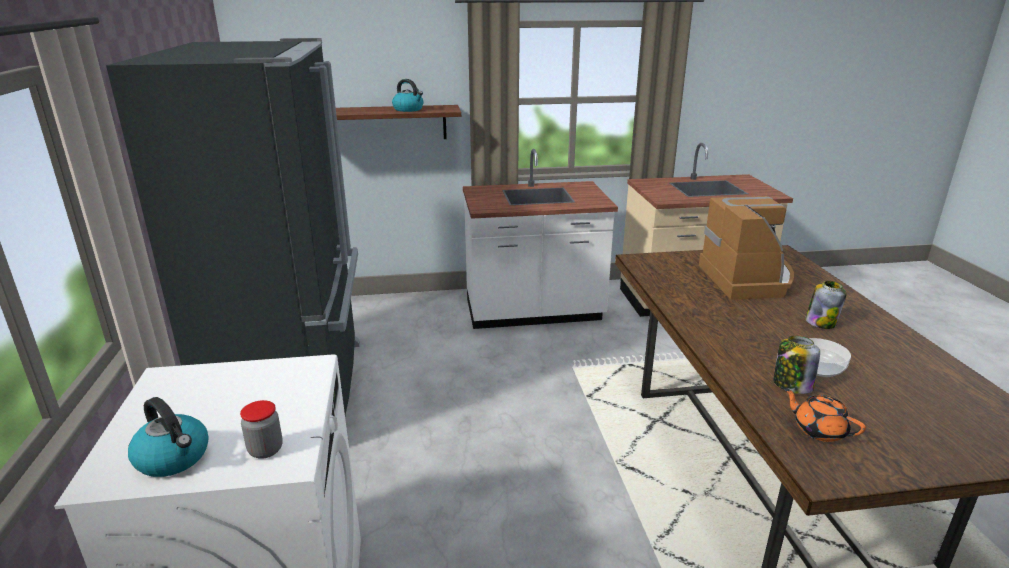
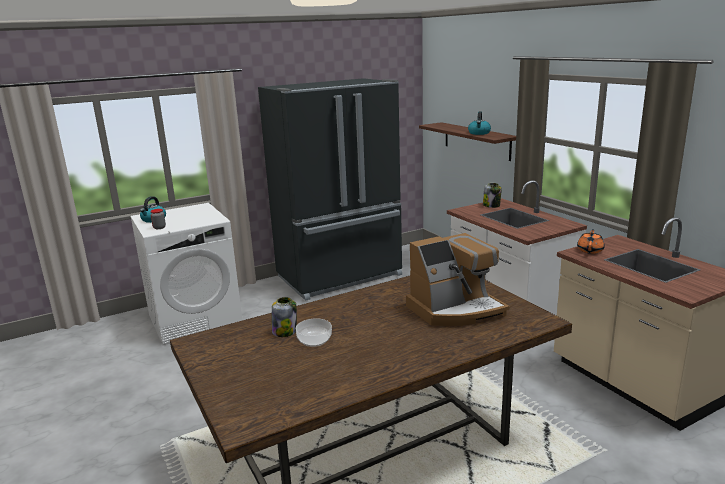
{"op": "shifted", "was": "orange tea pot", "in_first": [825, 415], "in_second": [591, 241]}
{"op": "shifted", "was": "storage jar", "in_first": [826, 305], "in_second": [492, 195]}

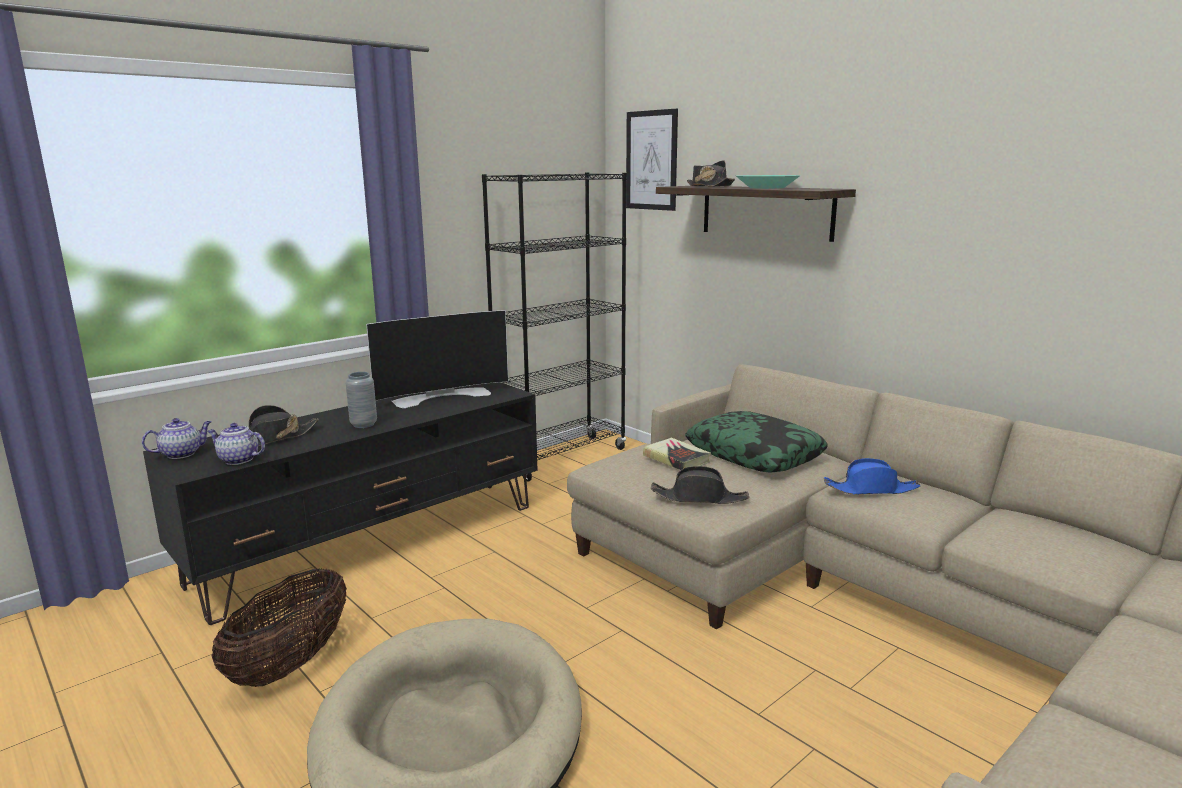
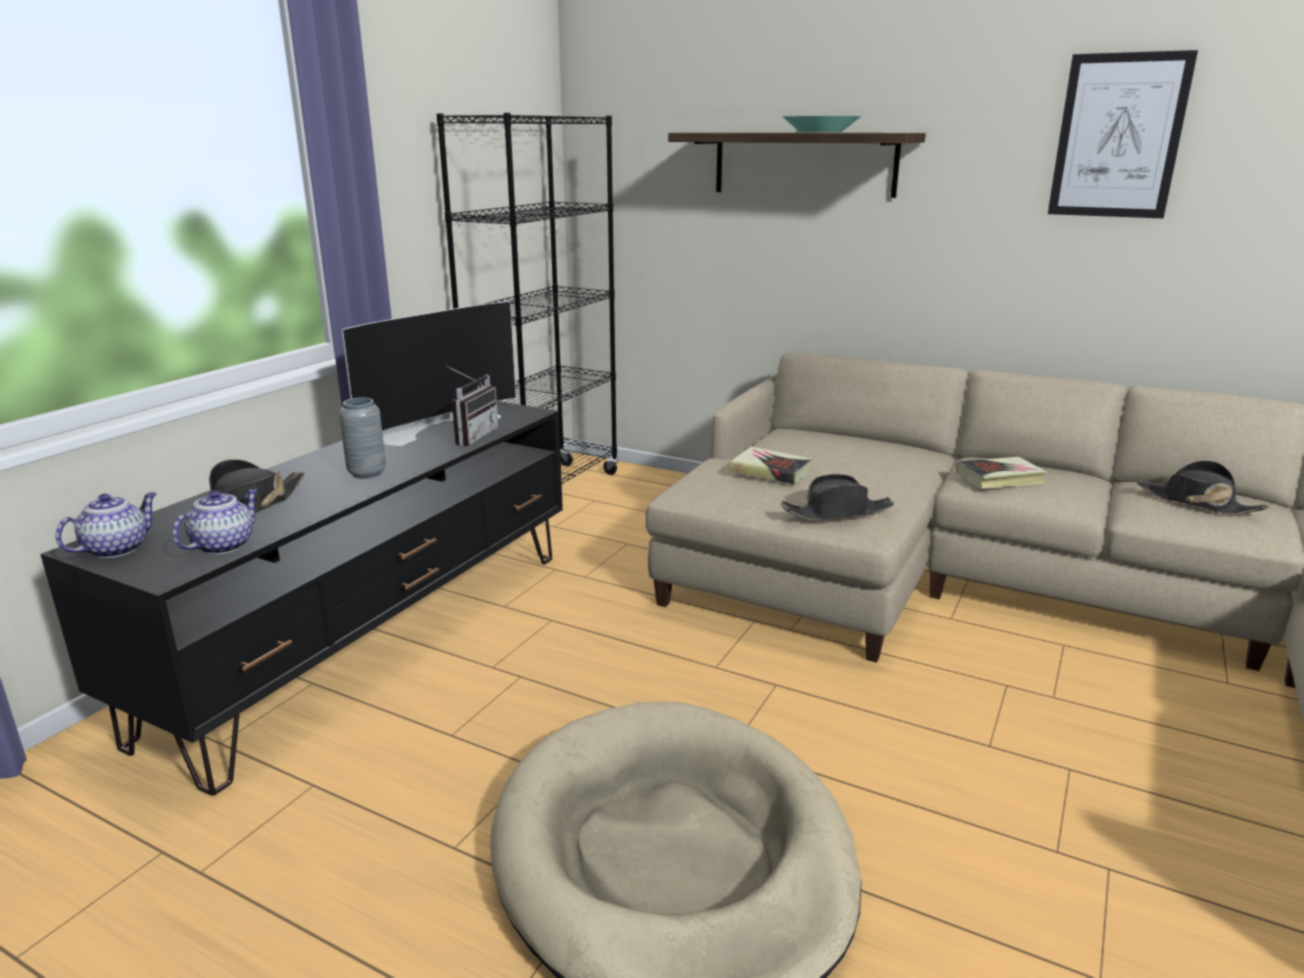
{"op": "rotated", "was": "tea pot", "in_first": [236, 444], "in_second": [215, 521], "clockwise": 120}
{"op": "gone", "was": "basket", "in_first": [279, 627]}
{"op": "shifted", "was": "picture", "in_first": [652, 160], "in_second": [1123, 134]}
{"op": "gone", "was": "pillow", "in_first": [756, 442]}
{"op": "shifted", "was": "blackish wearable hat", "in_first": [711, 173], "in_second": [1203, 487]}
{"op": "swapped", "was": "bluish wearable hat", "now": "book", "in_first": [872, 476], "in_second": [1001, 473]}
{"op": "new", "now": "radio receiver", "in_second": [472, 406]}

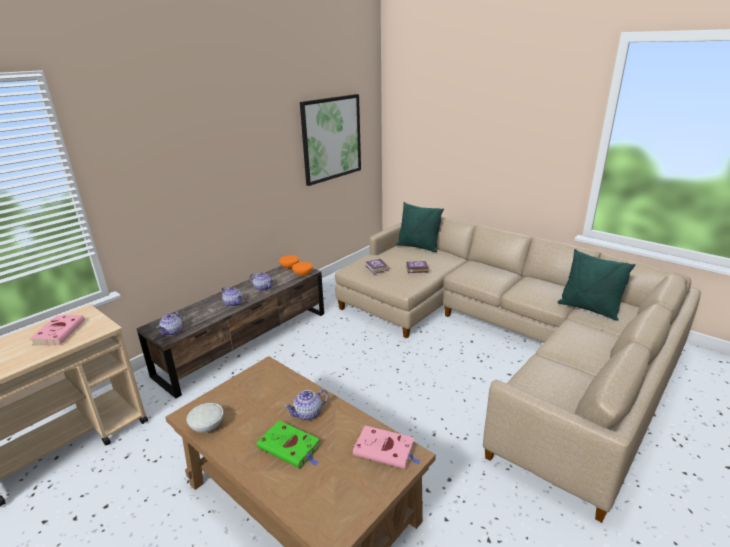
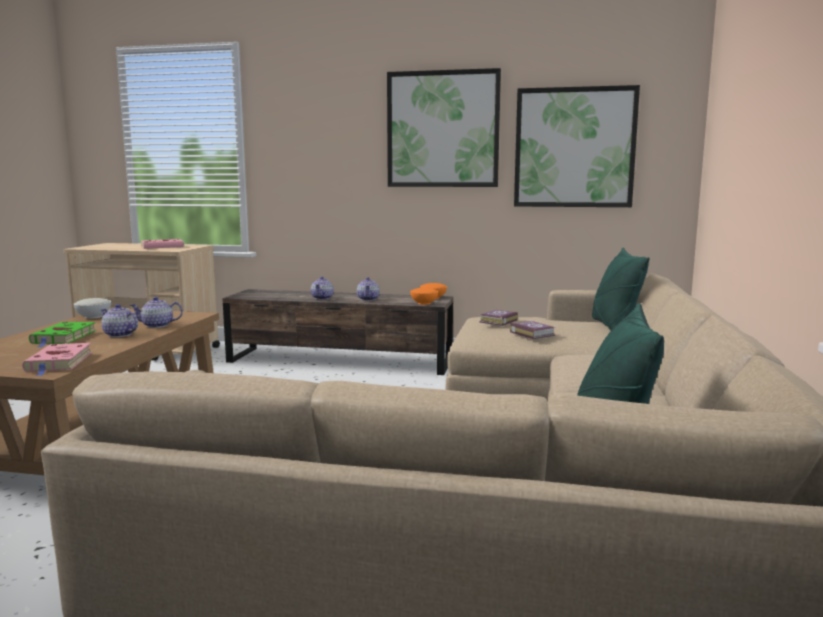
{"op": "shifted", "was": "tea pot", "in_first": [169, 323], "in_second": [156, 312]}
{"op": "new", "now": "picture", "in_second": [444, 127]}

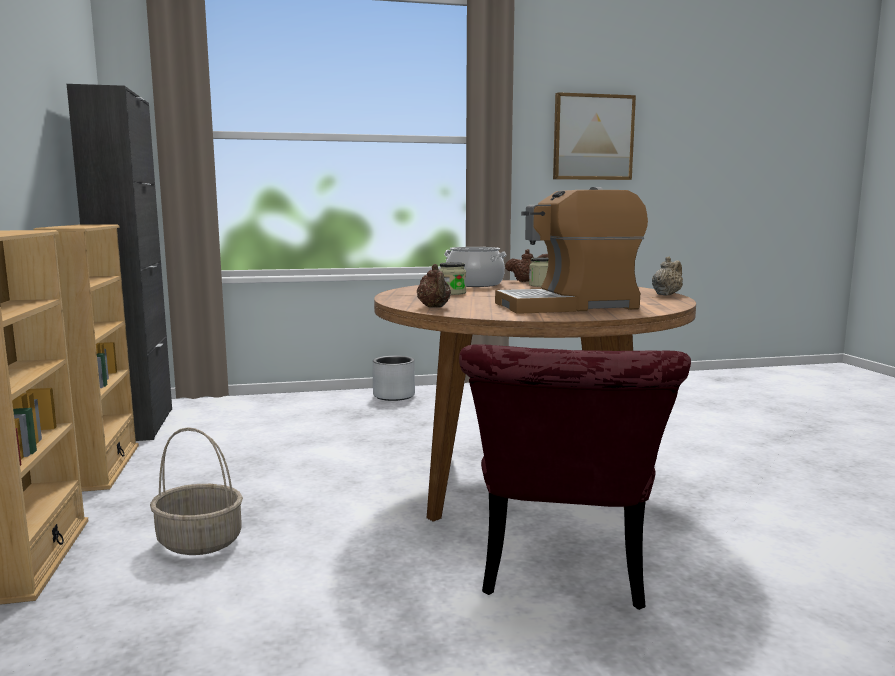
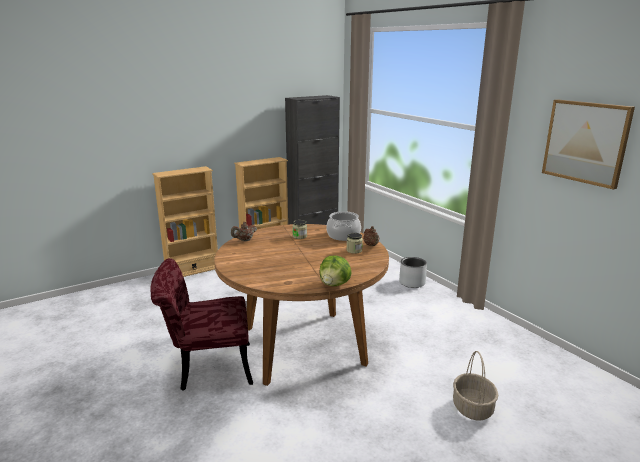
{"op": "shifted", "was": "basket", "in_first": [196, 491], "in_second": [475, 386]}
{"op": "gone", "was": "coffee brewer", "in_first": [571, 250]}
{"op": "swapped", "was": "beige-coloured tea pot", "now": "lettuce head", "in_first": [667, 276], "in_second": [335, 271]}

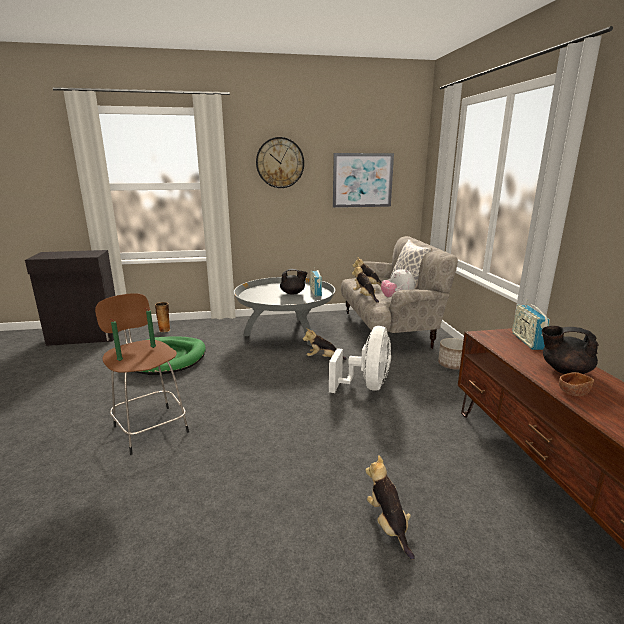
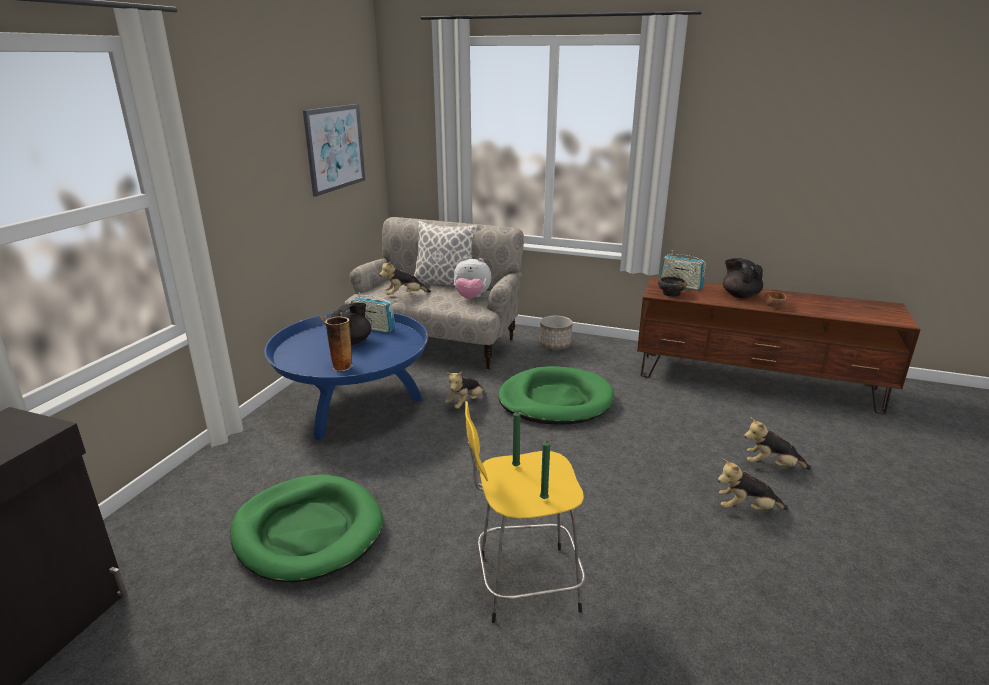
{"op": "repainted", "was": "brownish stool seat", "now": "yellow stool seat", "in_first": [142, 374], "in_second": [525, 512]}
{"op": "shifted", "was": "vase", "in_first": [162, 317], "in_second": [339, 343]}
{"op": "repainted", "was": "grey lounge table", "now": "bluish lounge table", "in_first": [284, 311], "in_second": [346, 375]}
{"op": "gone", "was": "hanging clock", "in_first": [280, 162]}
{"op": "swapped", "was": "white electric fan", "now": "green dog bed", "in_first": [360, 359], "in_second": [556, 395]}
{"op": "shifted", "was": "plush toy", "in_first": [365, 283], "in_second": [753, 484]}
{"op": "rotated", "was": "blackish tea pot", "in_first": [570, 350], "in_second": [743, 278], "clockwise": 105}
{"op": "new", "now": "deep dish", "in_second": [672, 286]}

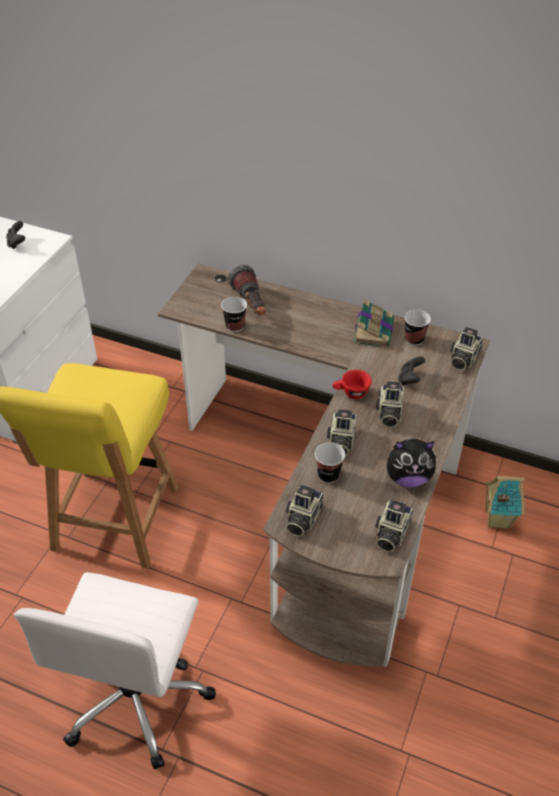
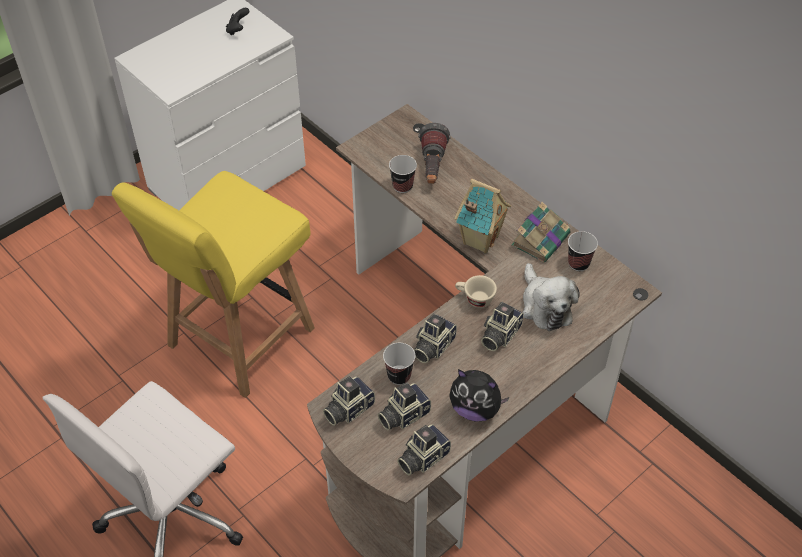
{"op": "repainted", "was": "red small cup", "now": "beige-coloured small cup", "in_first": [351, 384], "in_second": [476, 291]}
{"op": "swapped", "was": "blackish joypad", "now": "plush toy", "in_first": [411, 371], "in_second": [551, 297]}
{"op": "shifted", "was": "still camera", "in_first": [466, 349], "in_second": [404, 406]}
{"op": "shifted", "was": "model house", "in_first": [505, 502], "in_second": [482, 216]}

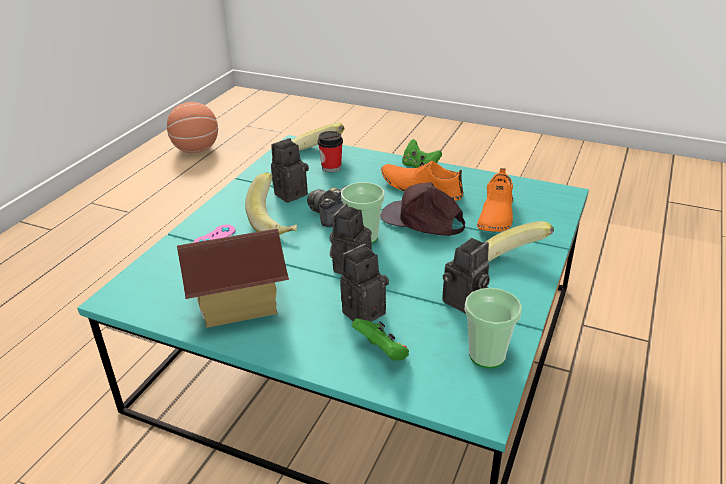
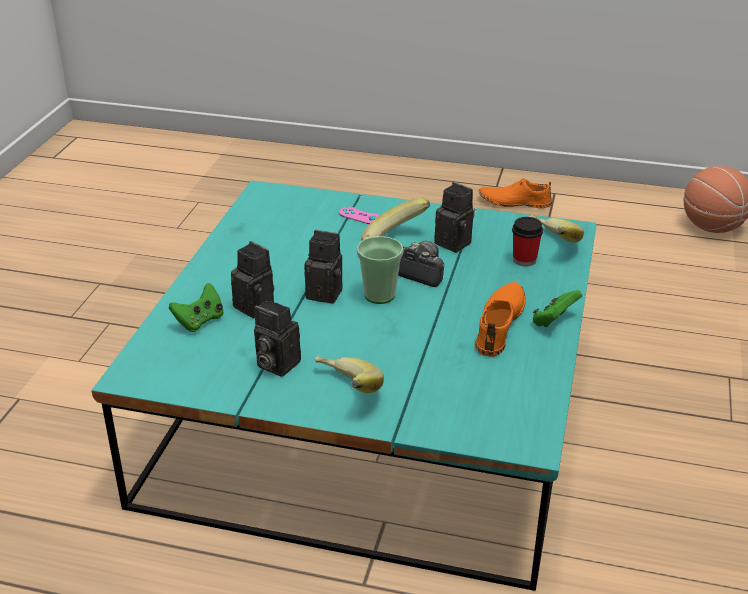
{"op": "gone", "was": "model house", "in_first": [233, 278]}
{"op": "gone", "was": "brownish peaked cap", "in_first": [422, 209]}
{"op": "gone", "was": "small cup", "in_first": [493, 328]}
{"op": "shifted", "was": "orange shoe", "in_first": [495, 200], "in_second": [515, 193]}

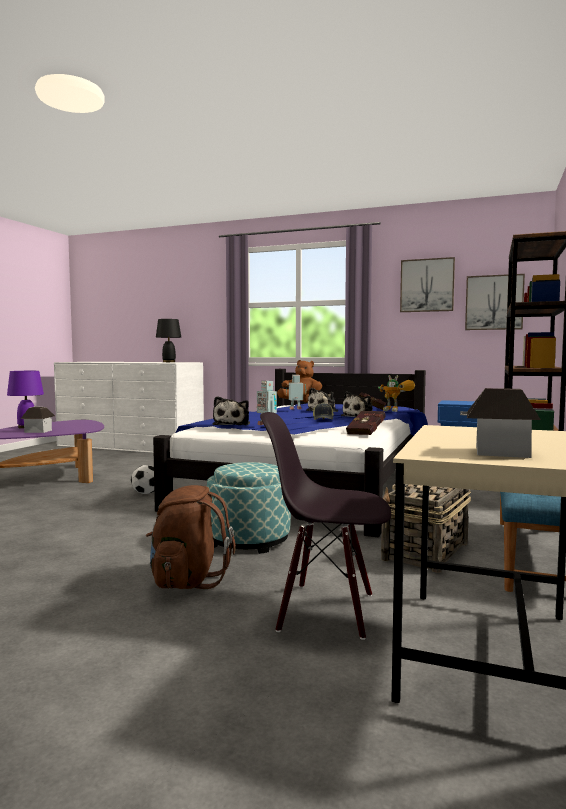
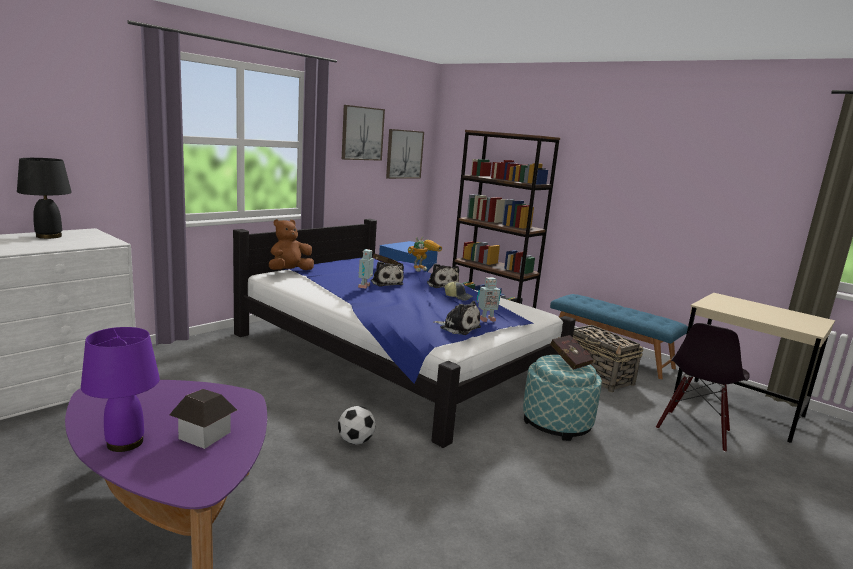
{"op": "gone", "was": "brownish rucksack", "in_first": [191, 537]}
{"op": "shifted", "was": "red book", "in_first": [366, 423], "in_second": [572, 352]}
{"op": "gone", "was": "model house", "in_first": [504, 423]}

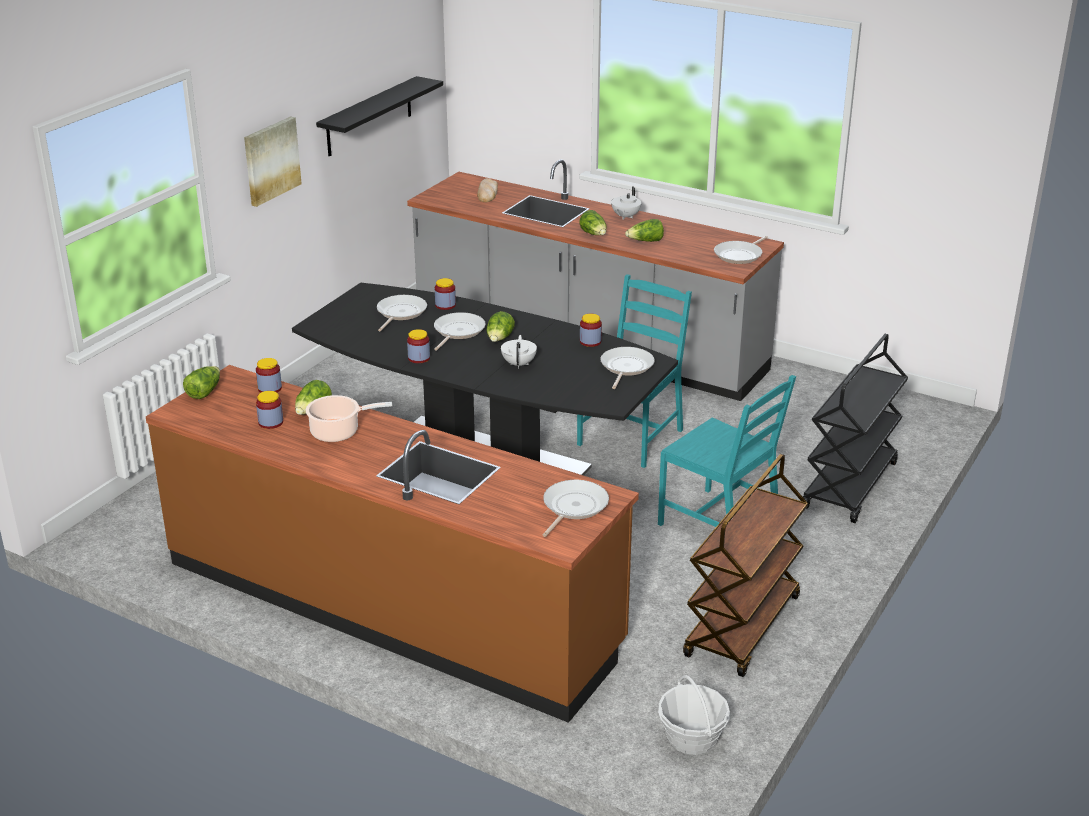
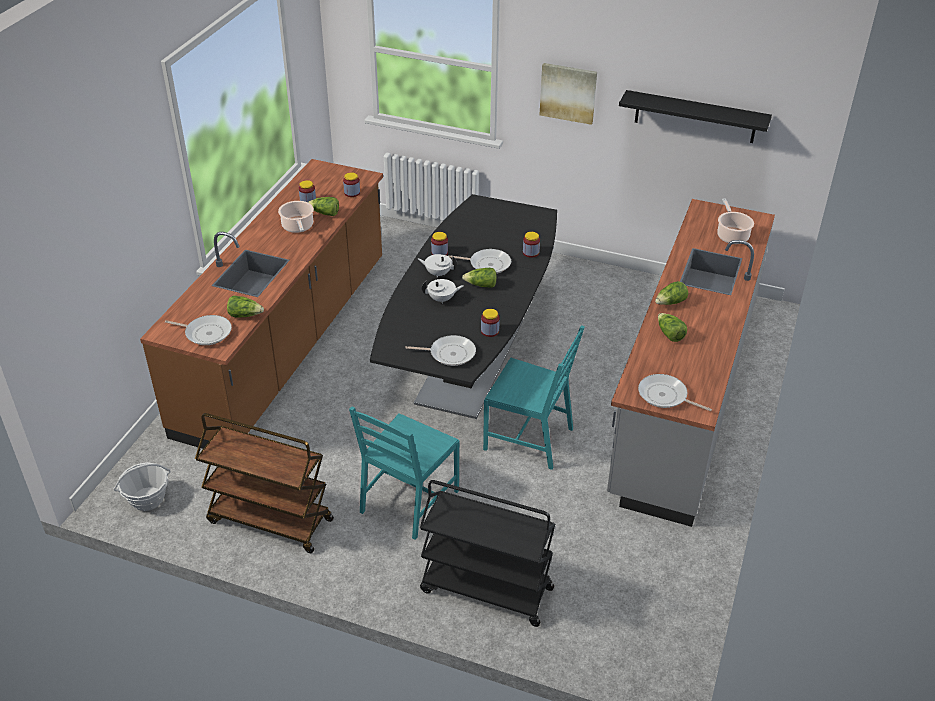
{"op": "shifted", "was": "lettuce head", "in_first": [201, 382], "in_second": [245, 306]}
{"op": "gone", "was": "frying pan", "in_first": [402, 313]}
{"op": "swapped", "was": "bread", "now": "stockpot", "in_first": [487, 190], "in_second": [735, 221]}
{"op": "shifted", "was": "white tea pot", "in_first": [626, 203], "in_second": [437, 265]}

